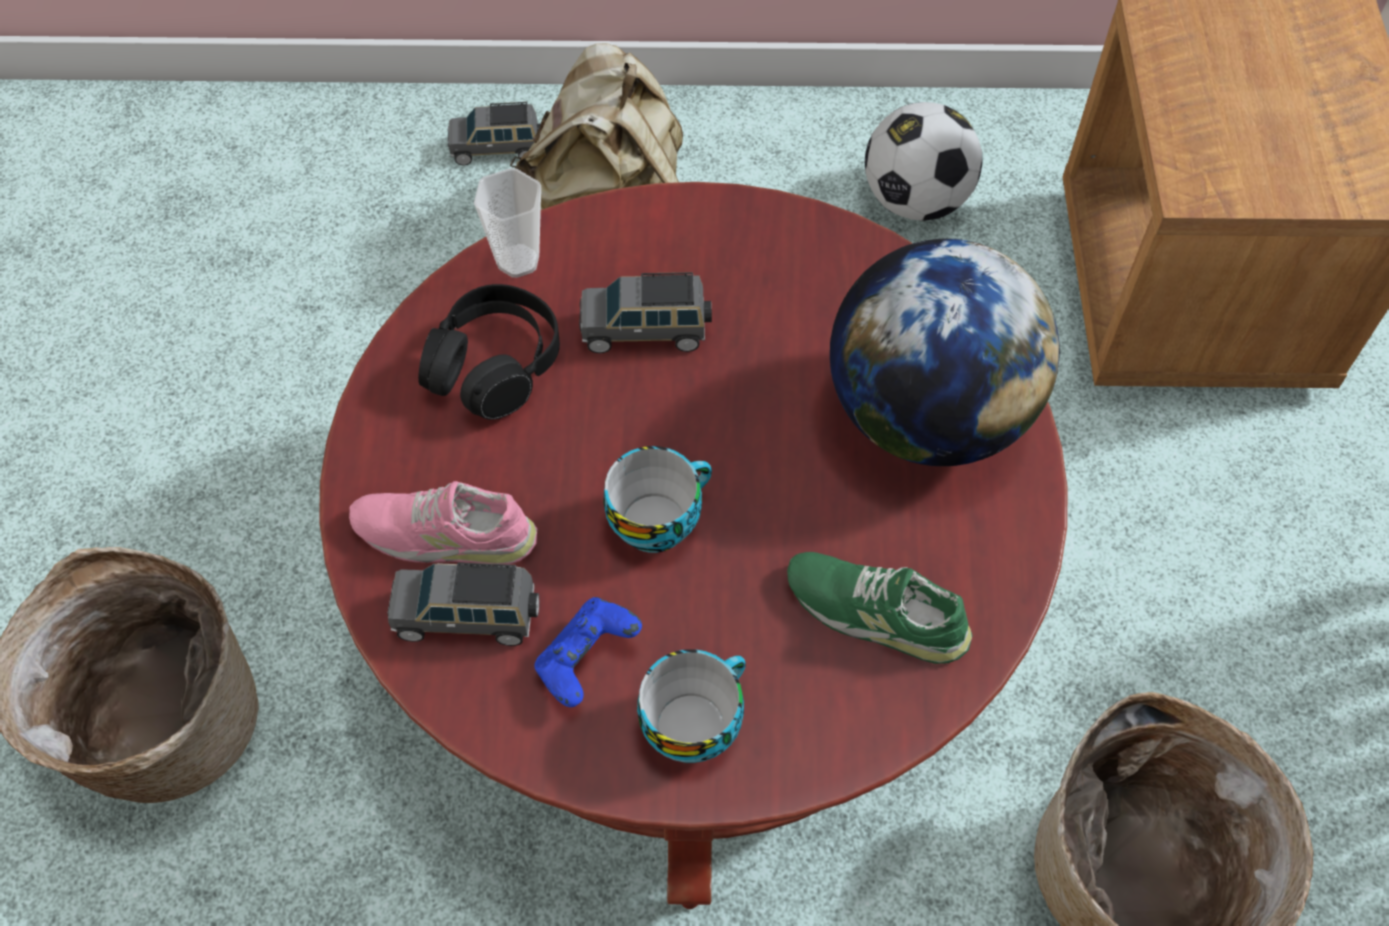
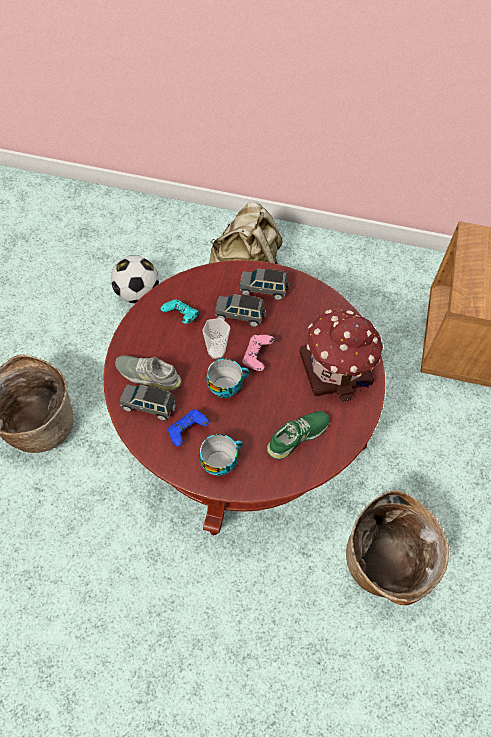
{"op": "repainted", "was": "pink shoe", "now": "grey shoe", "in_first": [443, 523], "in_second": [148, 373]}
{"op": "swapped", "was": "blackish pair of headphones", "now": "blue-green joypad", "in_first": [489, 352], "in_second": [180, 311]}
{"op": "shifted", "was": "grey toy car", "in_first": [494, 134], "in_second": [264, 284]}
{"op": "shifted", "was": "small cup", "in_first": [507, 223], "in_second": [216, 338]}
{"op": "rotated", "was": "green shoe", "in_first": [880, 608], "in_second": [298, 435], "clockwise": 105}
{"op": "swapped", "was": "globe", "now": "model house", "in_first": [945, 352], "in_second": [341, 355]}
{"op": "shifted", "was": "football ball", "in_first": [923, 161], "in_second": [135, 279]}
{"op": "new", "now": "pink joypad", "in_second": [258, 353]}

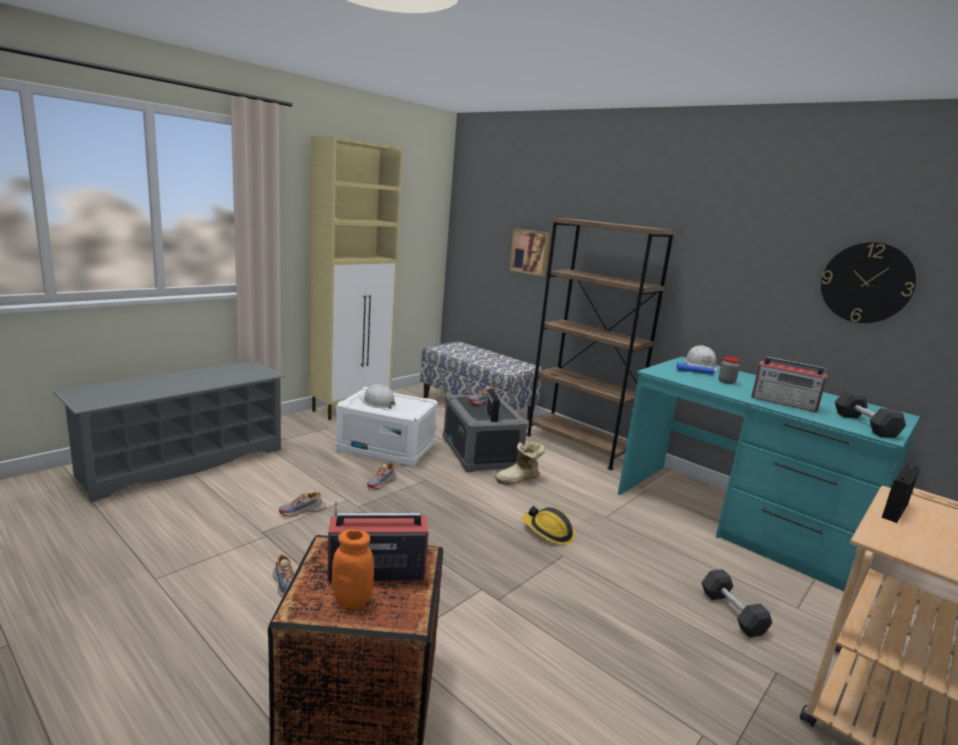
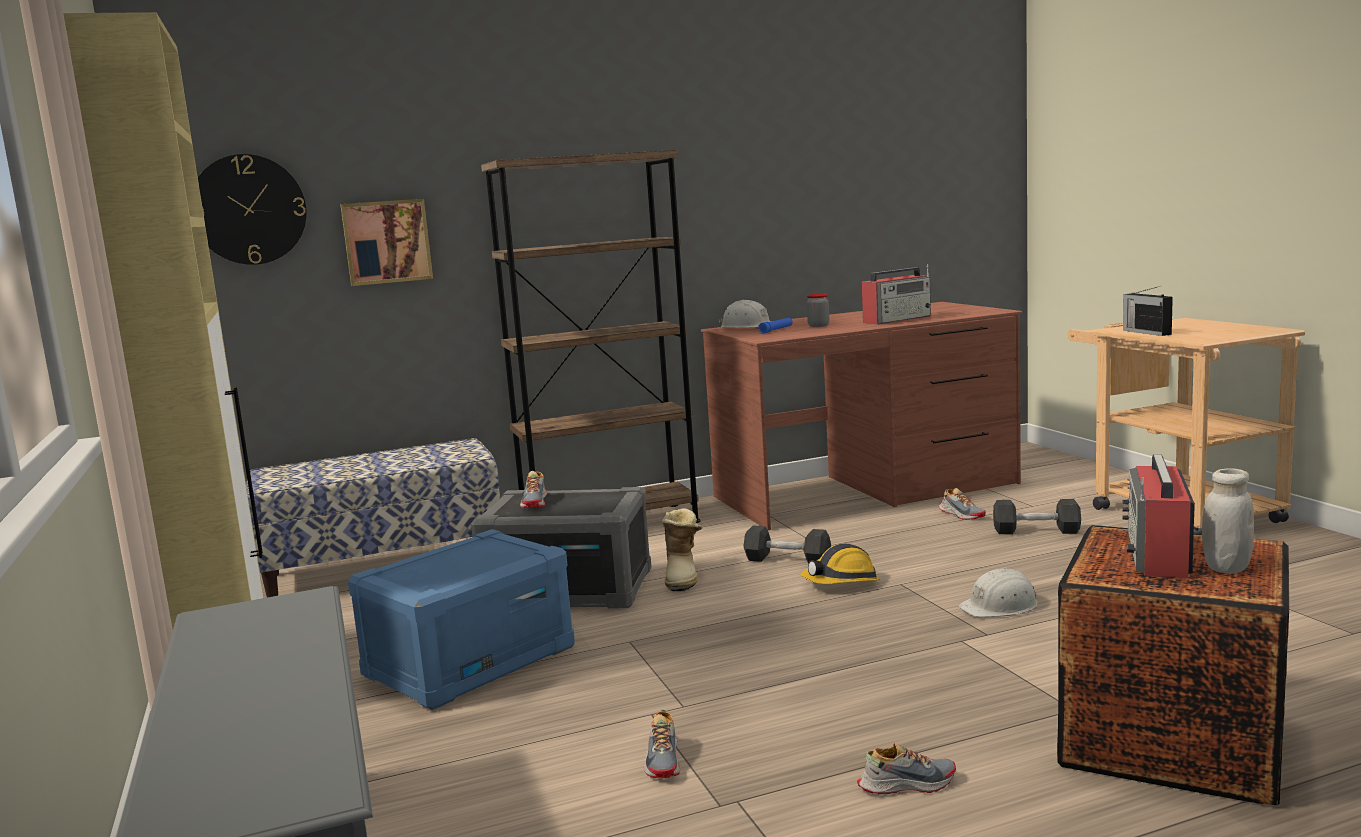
{"op": "repainted", "was": "orange storage jar", "now": "white storage jar", "in_first": [353, 569], "in_second": [1228, 520]}
{"op": "repainted", "was": "white storage bin", "now": "bluish storage bin", "in_first": [386, 427], "in_second": [461, 619]}
{"op": "shifted", "was": "white work helmet", "in_first": [377, 396], "in_second": [998, 592]}
{"op": "shifted", "was": "shoe", "in_first": [382, 476], "in_second": [962, 504]}
{"op": "gone", "was": "radio receiver", "in_first": [492, 405]}
{"op": "repainted", "was": "blue-green desk unit", "now": "brownish desk unit", "in_first": [769, 473], "in_second": [861, 416]}
{"op": "shifted", "was": "hanging clock", "in_first": [868, 282], "in_second": [252, 209]}
{"op": "shifted", "was": "blackish free weight", "in_first": [870, 414], "in_second": [787, 544]}

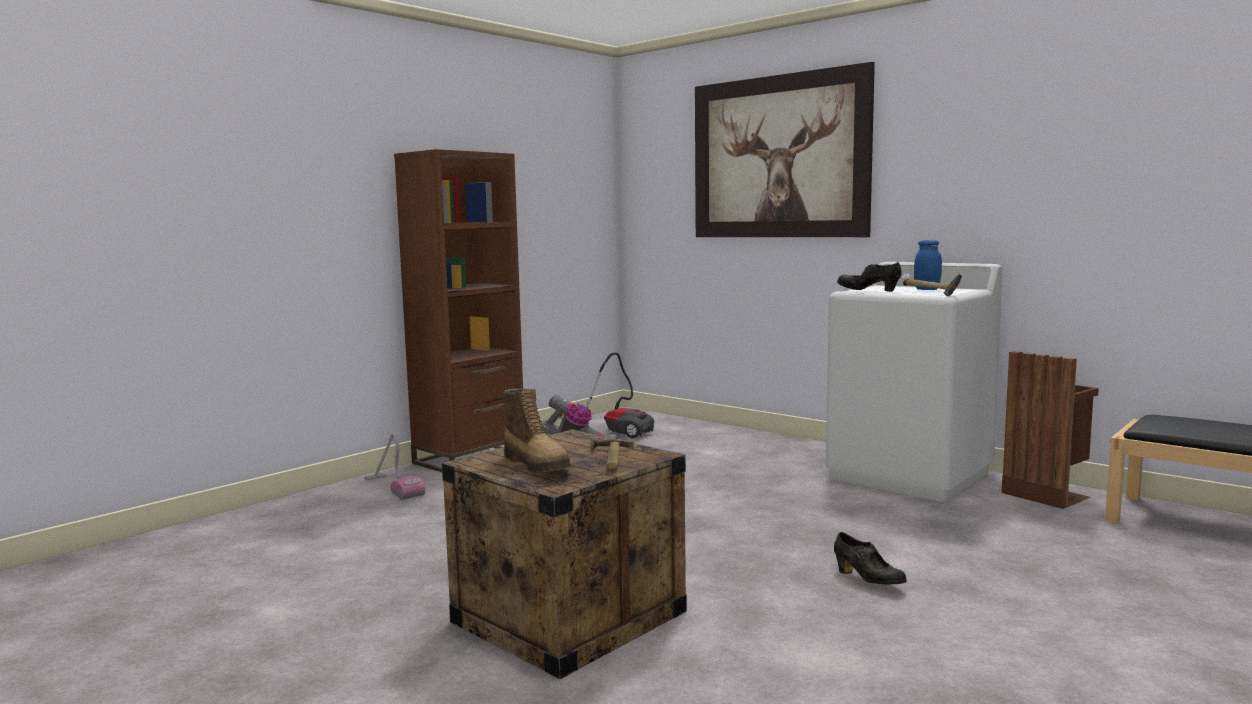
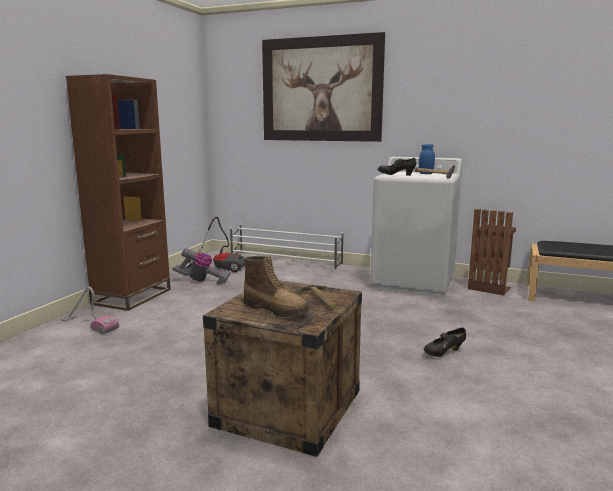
{"op": "rotated", "was": "blackish shoe", "in_first": [870, 558], "in_second": [445, 342], "clockwise": 120}
{"op": "new", "now": "white shoe shelf", "in_second": [286, 248]}

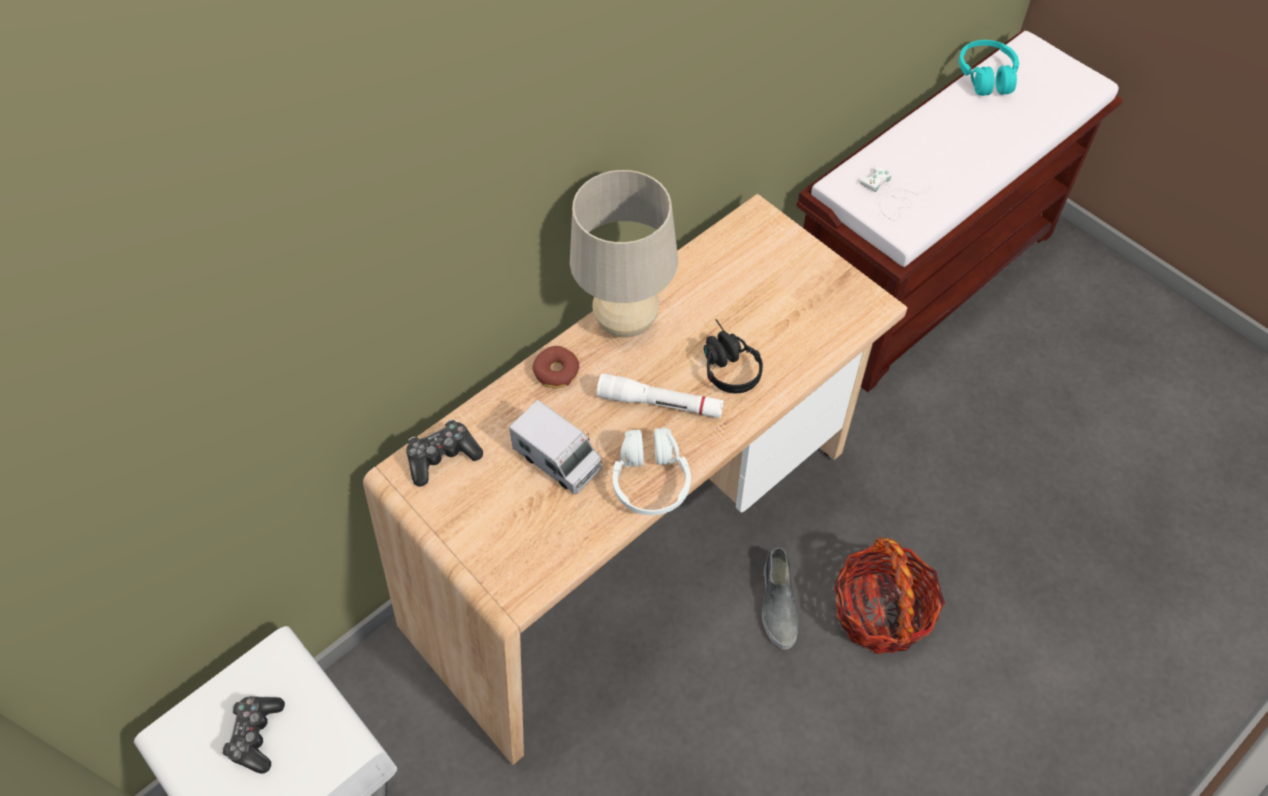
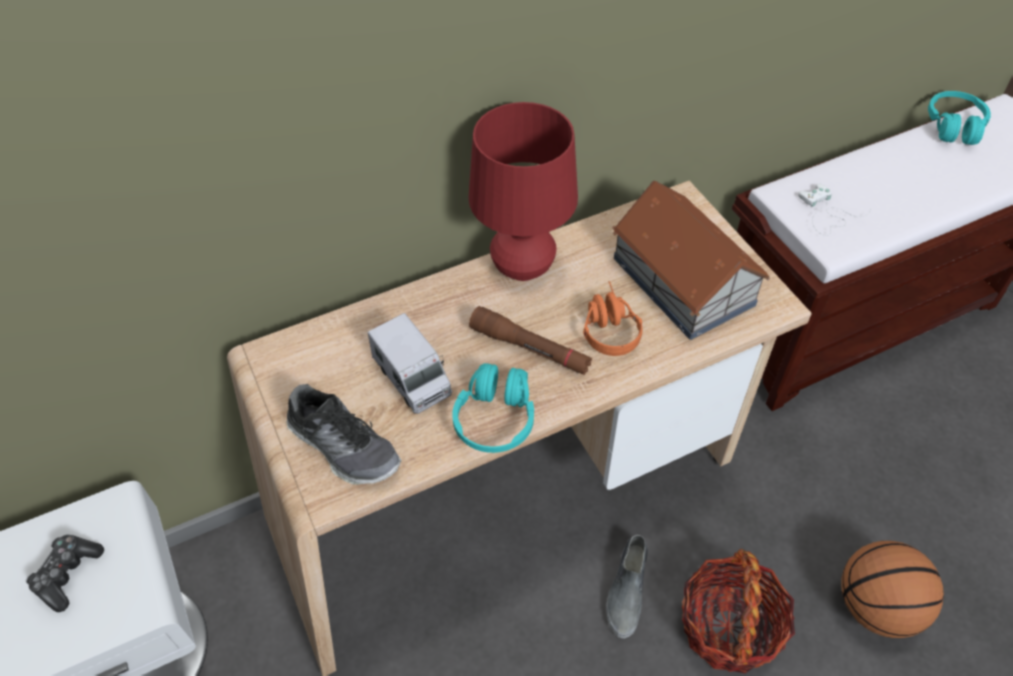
{"op": "gone", "was": "joypad", "in_first": [444, 453]}
{"op": "gone", "was": "doughnut", "in_first": [556, 367]}
{"op": "repainted", "was": "beige-coloured tabletop lamp", "now": "red tabletop lamp", "in_first": [624, 253], "in_second": [523, 191]}
{"op": "repainted", "was": "white flashlight", "now": "brownish flashlight", "in_first": [660, 396], "in_second": [530, 340]}
{"op": "repainted", "was": "white pair of headphones", "now": "blue-green pair of headphones", "in_first": [652, 471], "in_second": [493, 408]}
{"op": "repainted", "was": "blackish pair of headphones", "now": "orange pair of headphones", "in_first": [733, 356], "in_second": [613, 318]}
{"op": "new", "now": "shoe", "in_second": [344, 434]}
{"op": "new", "now": "model house", "in_second": [691, 260]}
{"op": "new", "now": "basketball", "in_second": [893, 589]}

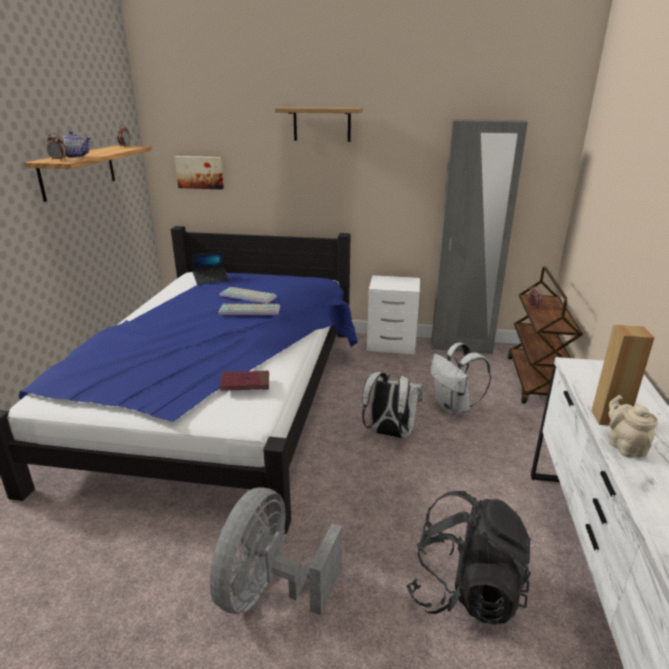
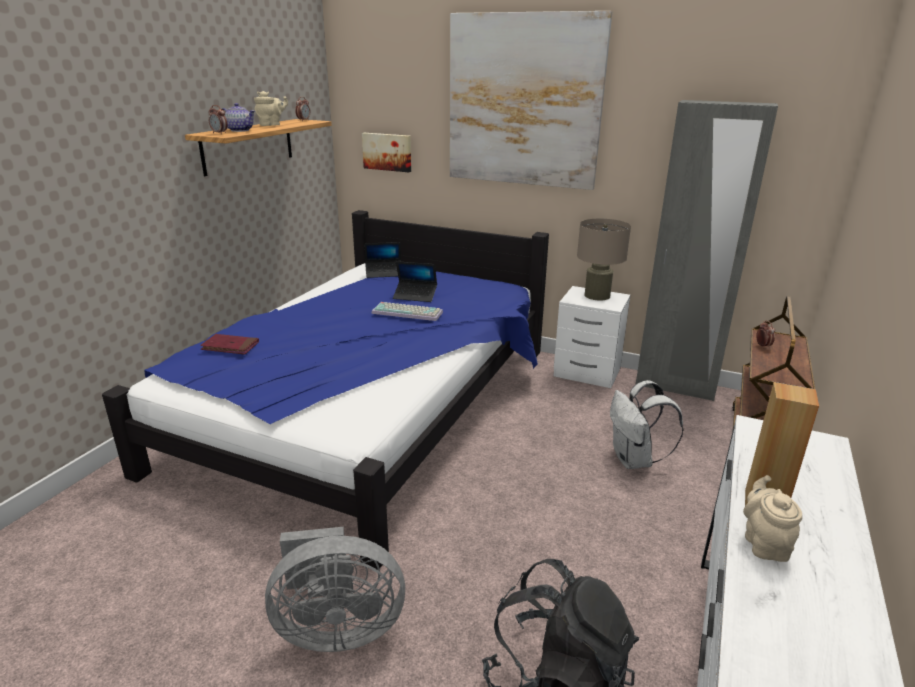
{"op": "rotated", "was": "grey electric fan", "in_first": [276, 551], "in_second": [335, 589], "clockwise": -135}
{"op": "swapped", "was": "computer keyboard", "now": "laptop", "in_first": [248, 295], "in_second": [415, 281]}
{"op": "shifted", "was": "red book", "in_first": [244, 380], "in_second": [229, 344]}
{"op": "swapped", "was": "wall shelf", "now": "picture", "in_first": [319, 124], "in_second": [531, 100]}
{"op": "gone", "was": "white rucksack", "in_first": [392, 405]}
{"op": "new", "now": "beige-coloured tea pot", "in_second": [271, 108]}
{"op": "new", "now": "beige-coloured tabletop lamp", "in_second": [604, 260]}

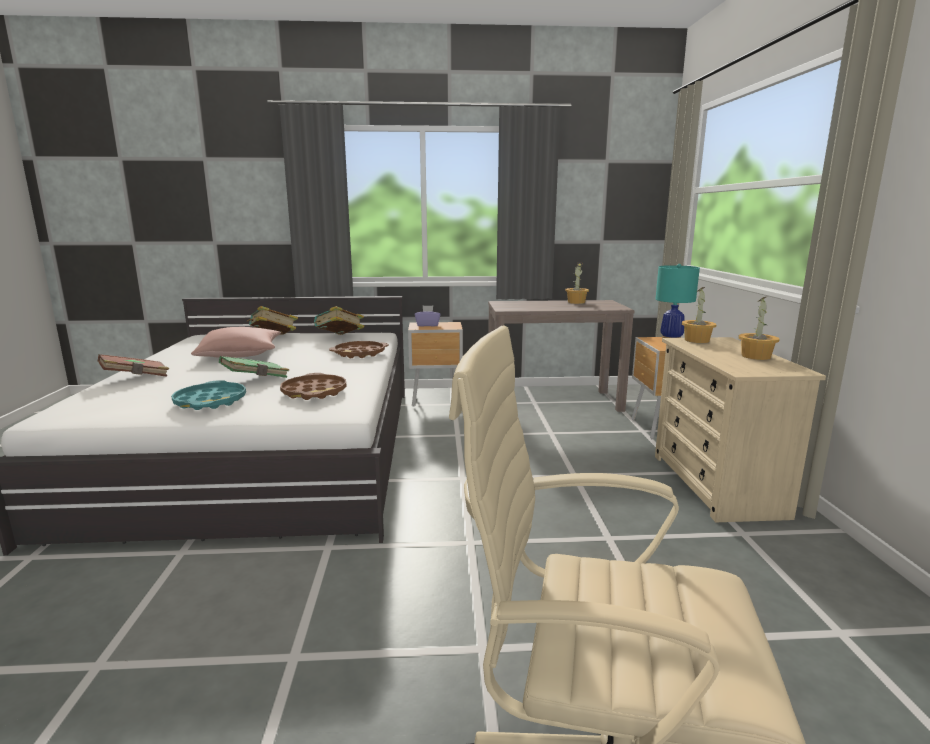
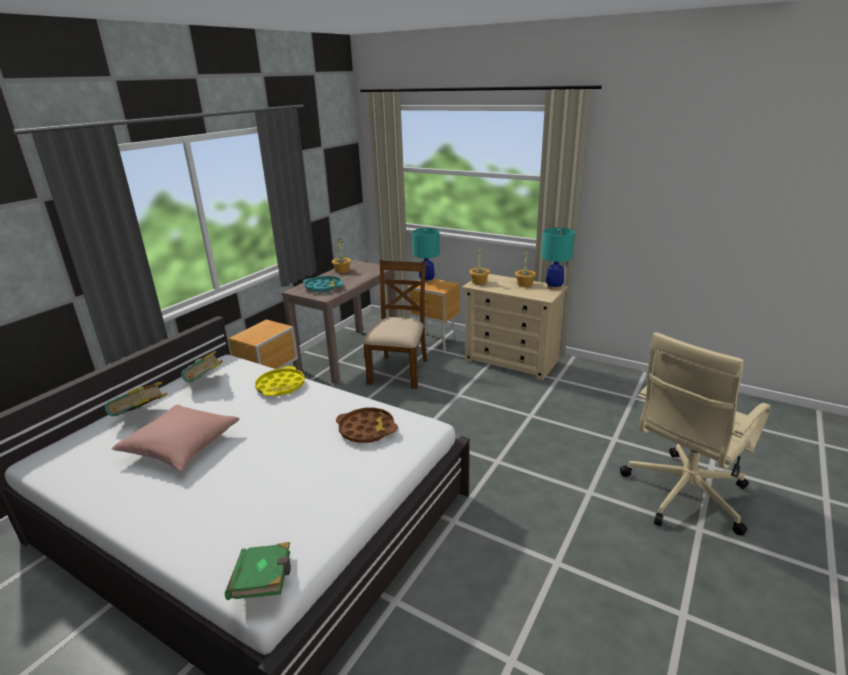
{"op": "gone", "was": "brownish book", "in_first": [133, 365]}
{"op": "shifted", "was": "blue-green carrying tray", "in_first": [208, 395], "in_second": [323, 284]}
{"op": "shifted", "was": "green book", "in_first": [254, 367], "in_second": [258, 571]}
{"op": "repainted", "was": "brownish carrying tray", "now": "yellow carrying tray", "in_first": [359, 349], "in_second": [280, 381]}
{"op": "gone", "was": "purple tissue holder", "in_first": [428, 316]}
{"op": "new", "now": "brownish plain chair", "in_second": [395, 324]}
{"op": "new", "now": "blue-green tabletop lamp", "in_second": [558, 258]}

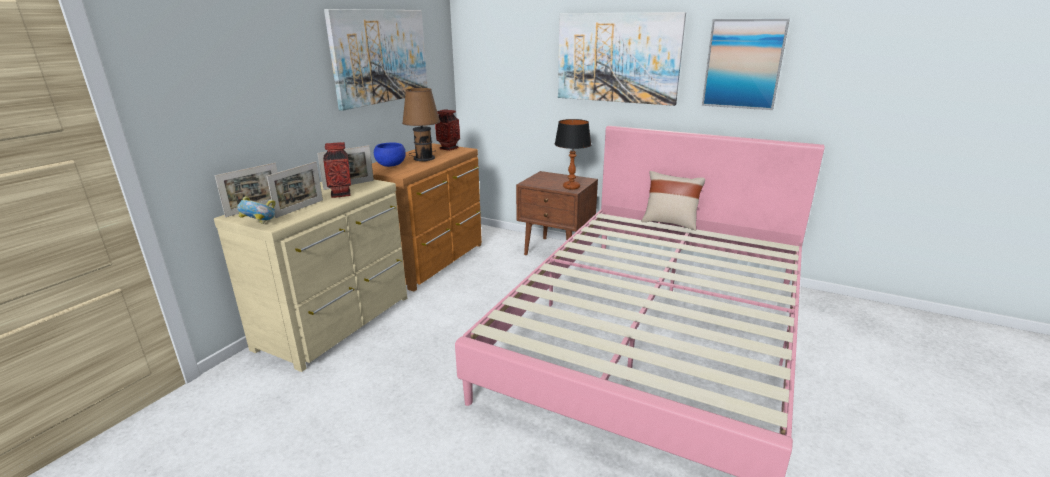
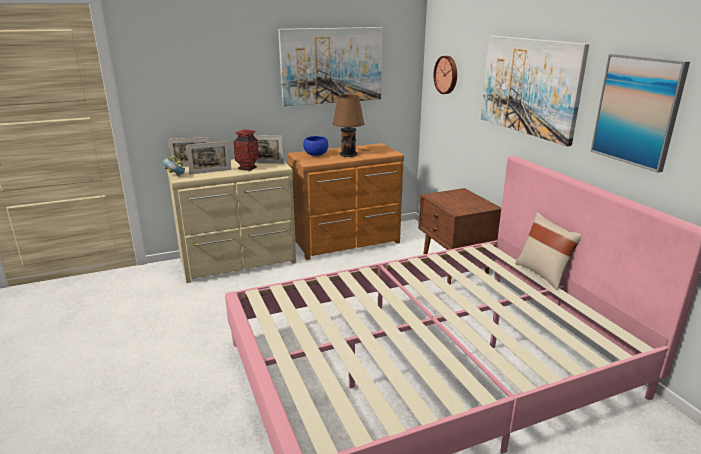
{"op": "gone", "was": "vase", "in_first": [447, 130]}
{"op": "gone", "was": "tabletop lamp", "in_first": [572, 154]}
{"op": "new", "now": "hanging clock", "in_second": [445, 75]}

